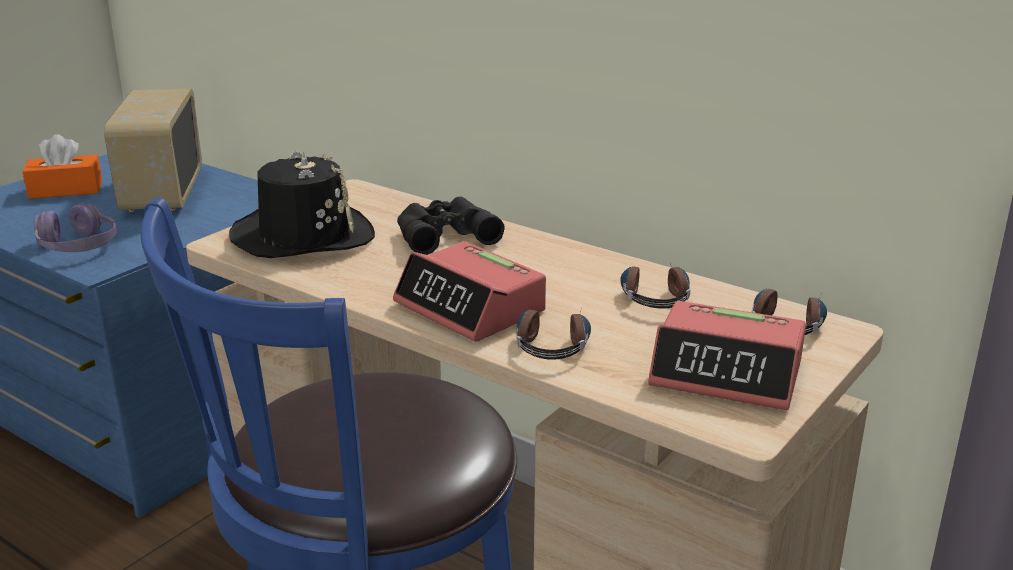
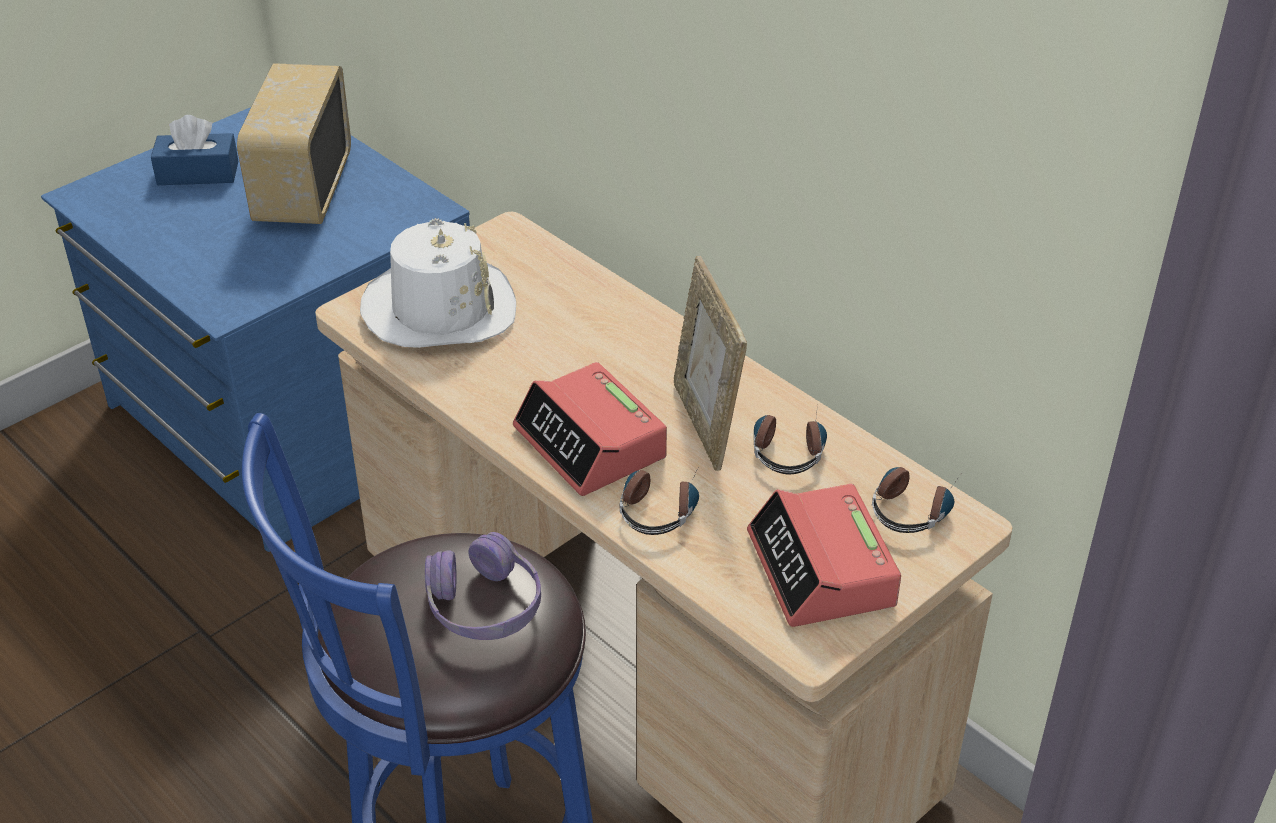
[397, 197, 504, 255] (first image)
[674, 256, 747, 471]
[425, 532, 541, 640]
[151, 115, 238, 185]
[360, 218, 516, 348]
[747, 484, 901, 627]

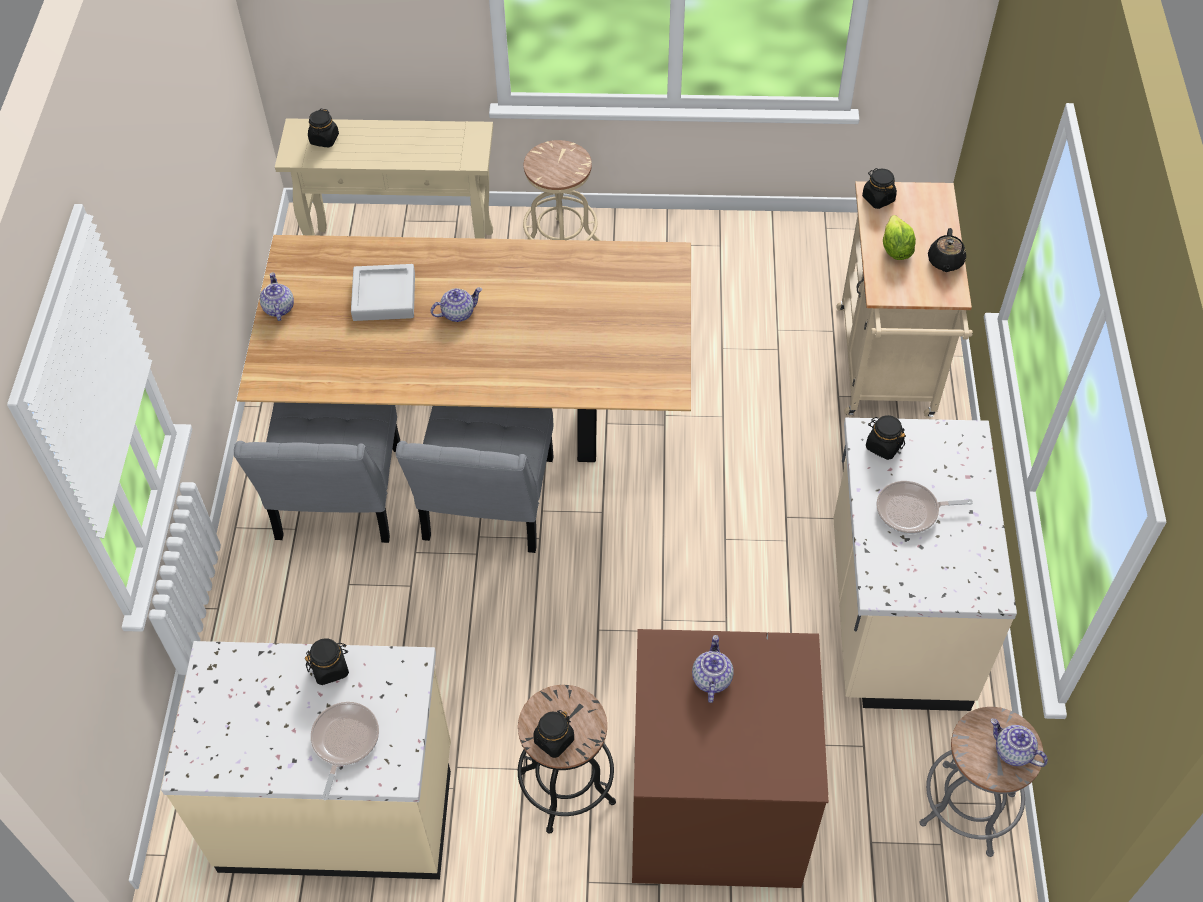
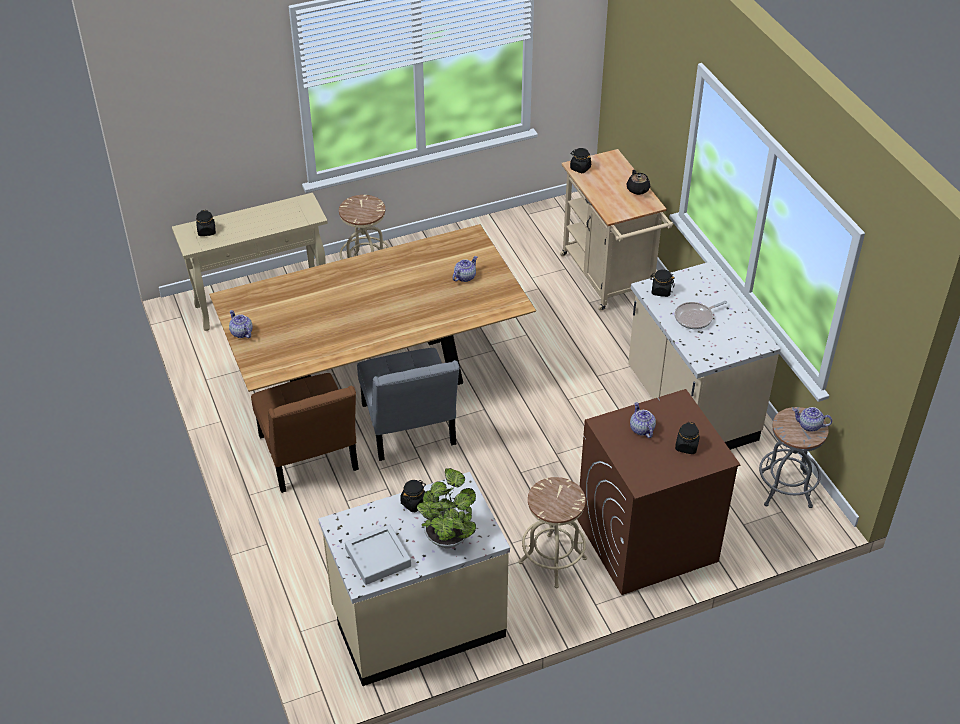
[883, 215, 916, 260] (first image)
[345, 524, 411, 585]
[452, 256, 478, 282]
[675, 422, 700, 454]
[417, 468, 476, 548]
[251, 373, 359, 493]
[519, 477, 587, 588]

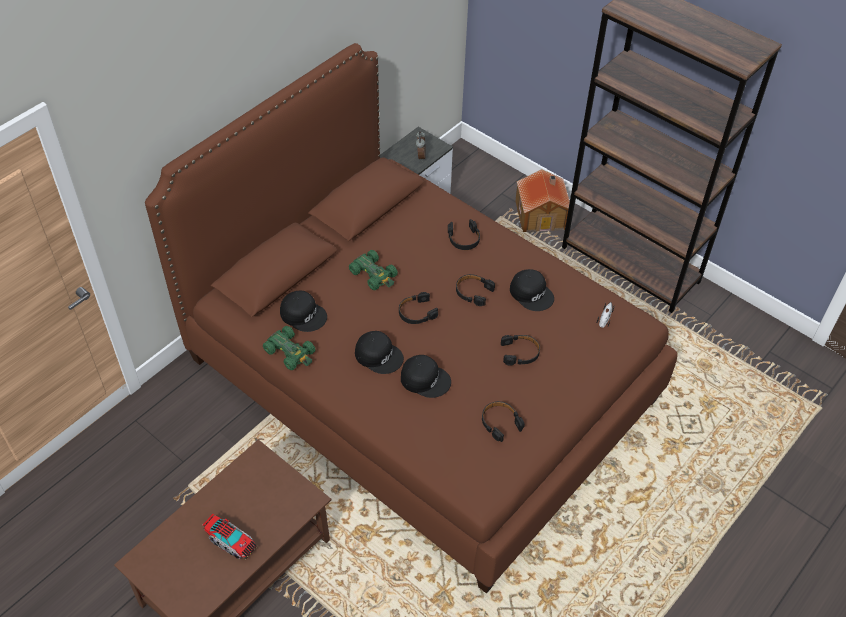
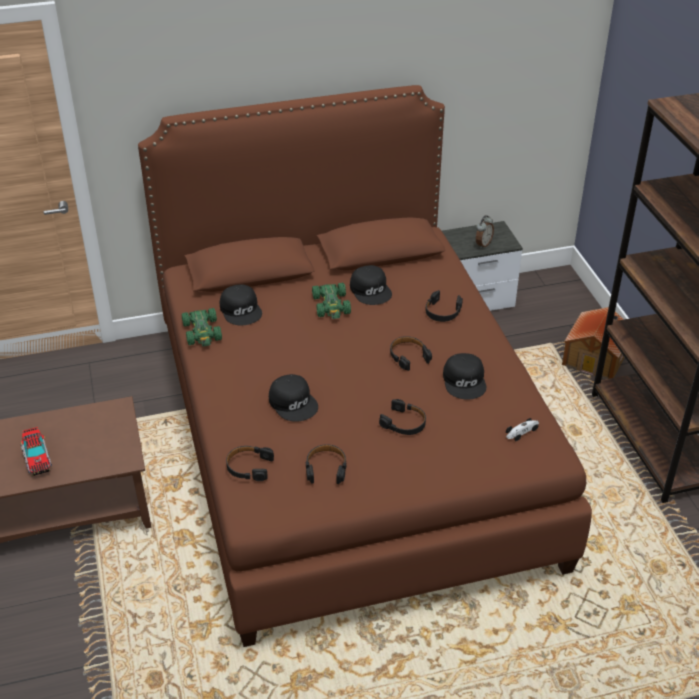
[350, 265, 392, 305]
[226, 446, 274, 481]

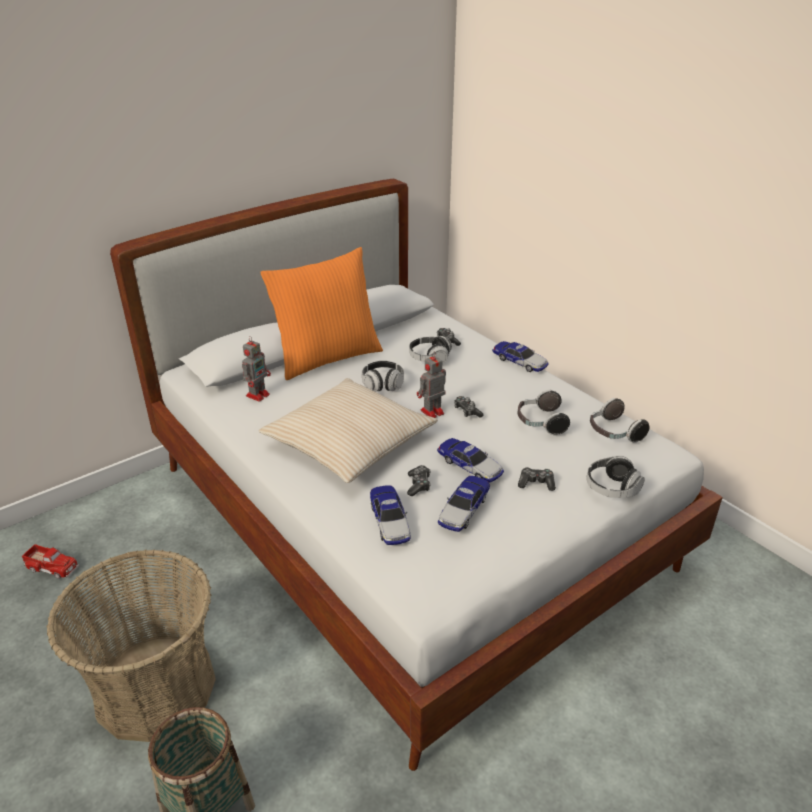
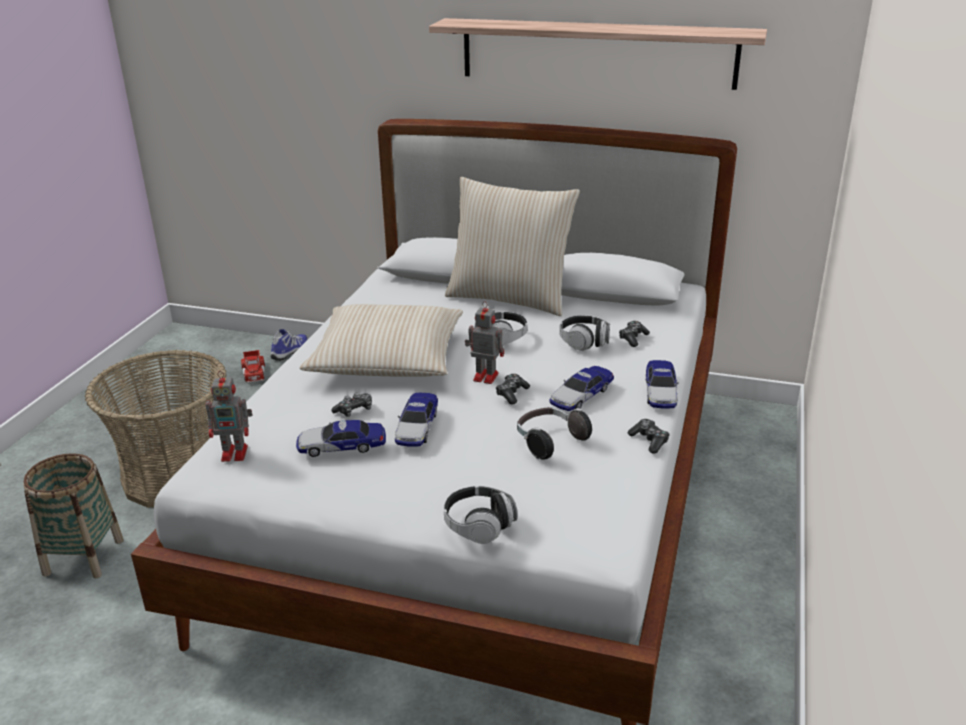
[590, 398, 649, 443] (first image)
[271, 329, 308, 361]
[429, 18, 767, 90]
[206, 371, 252, 462]
[549, 366, 614, 411]
[628, 419, 670, 454]
[445, 177, 580, 316]

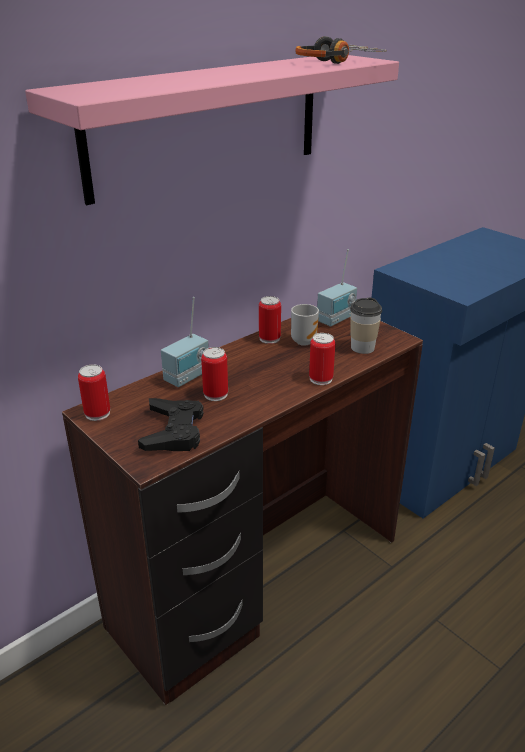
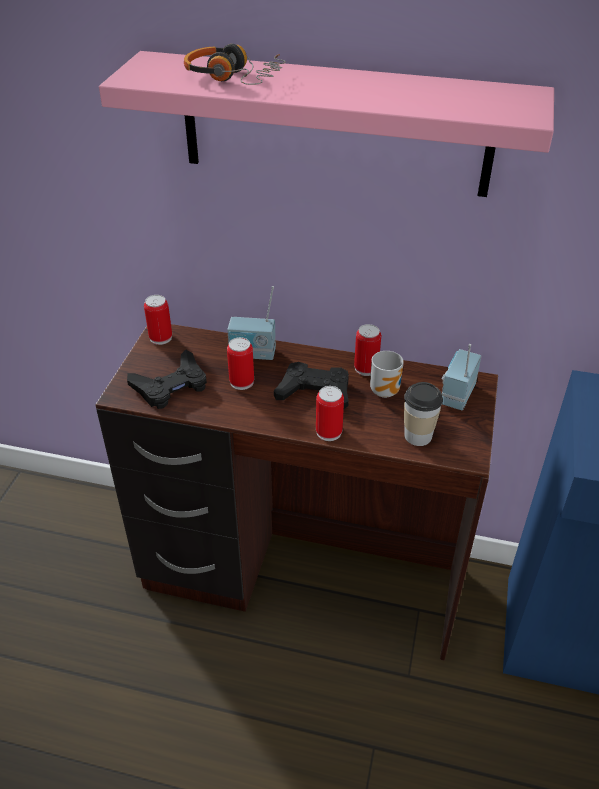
[274, 362, 349, 409]
[184, 43, 286, 85]
[442, 344, 481, 410]

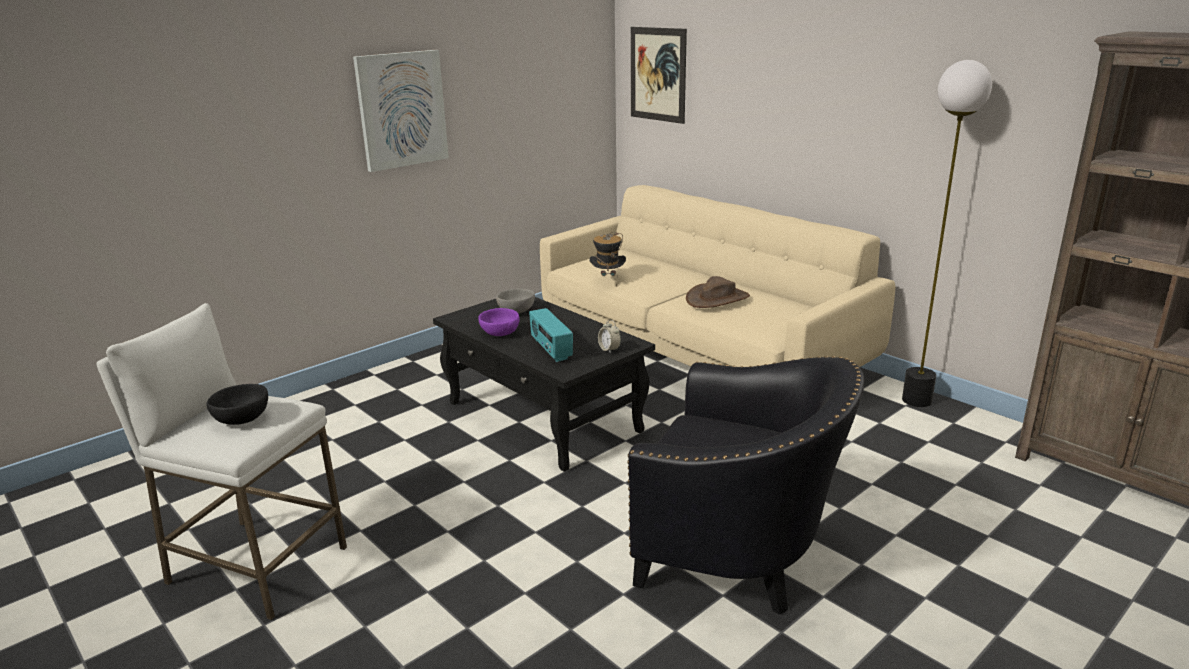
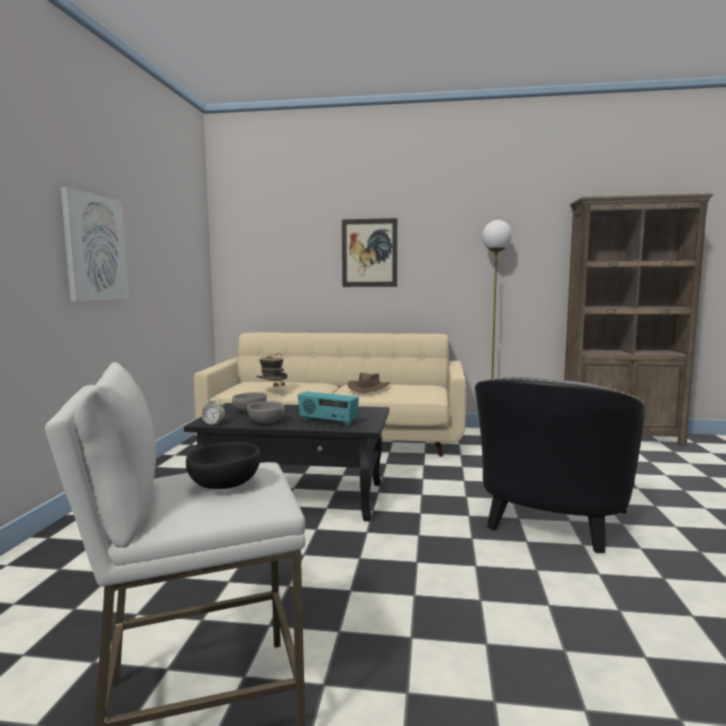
[202, 397, 225, 425]
[342, 218, 397, 287]
[247, 401, 285, 424]
[475, 377, 646, 553]

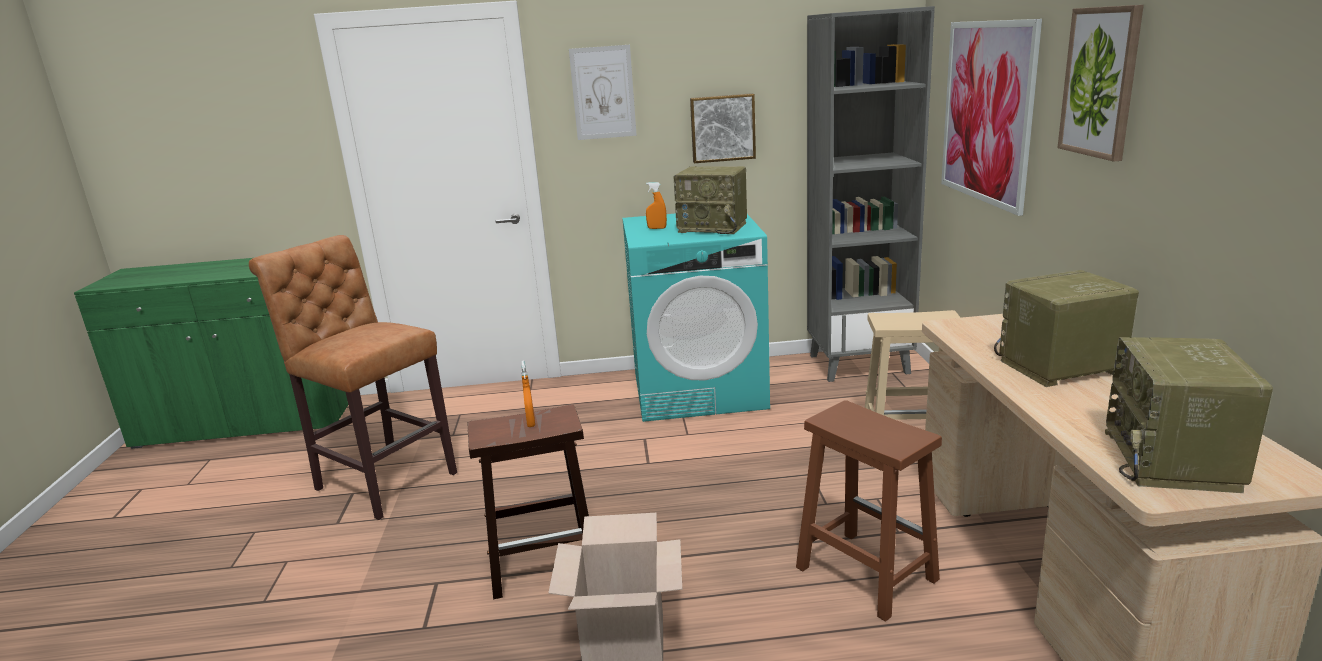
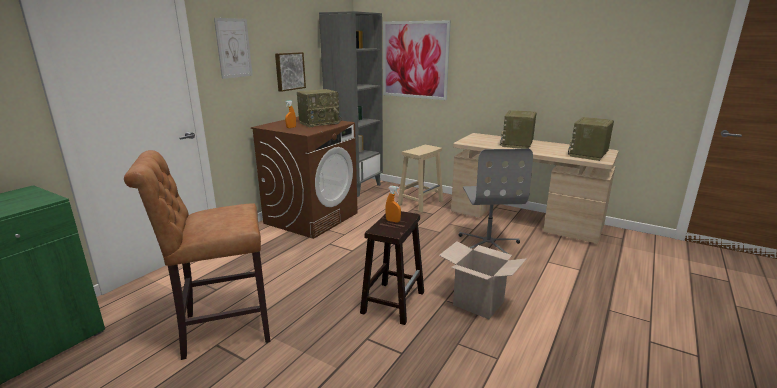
[1057, 5, 1144, 162] (first image)
[459, 149, 533, 254]
[251, 116, 358, 239]
[568, 117, 614, 161]

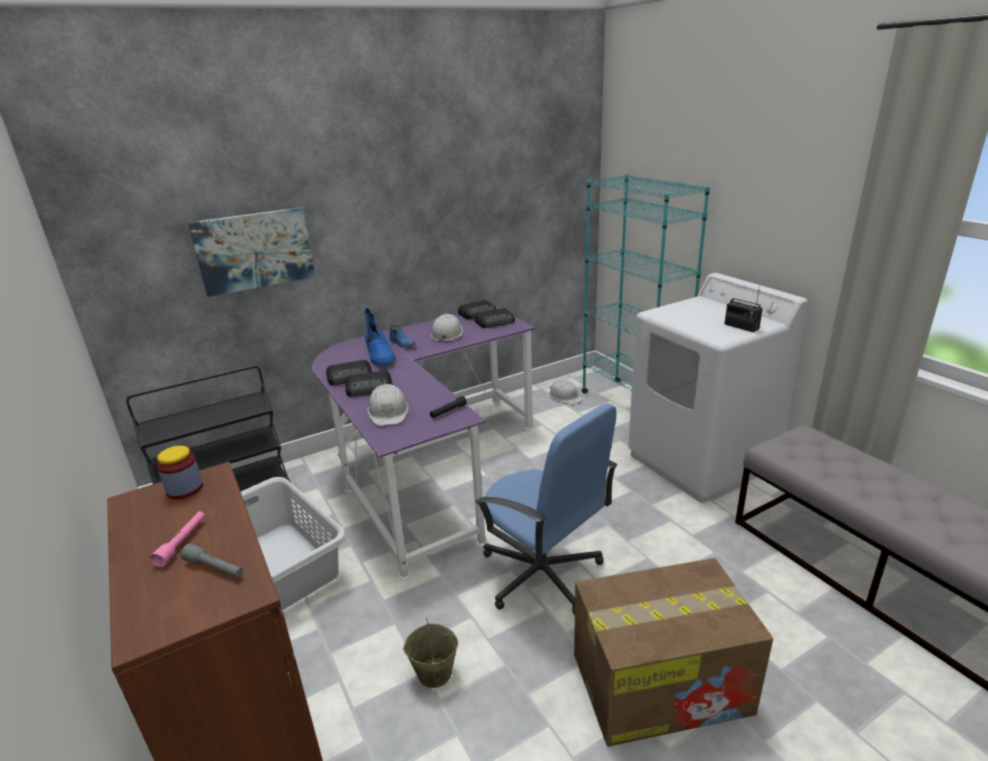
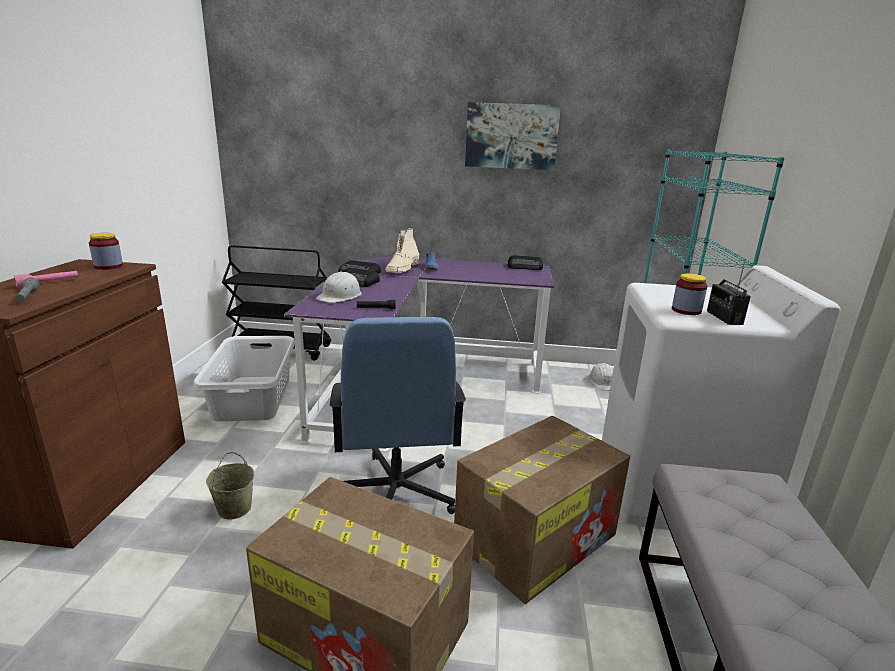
[431, 314, 463, 343] (first image)
[475, 308, 515, 328] (first image)
[454, 416, 630, 604]
[672, 273, 707, 315]
[465, 102, 561, 170]
[385, 228, 420, 273]

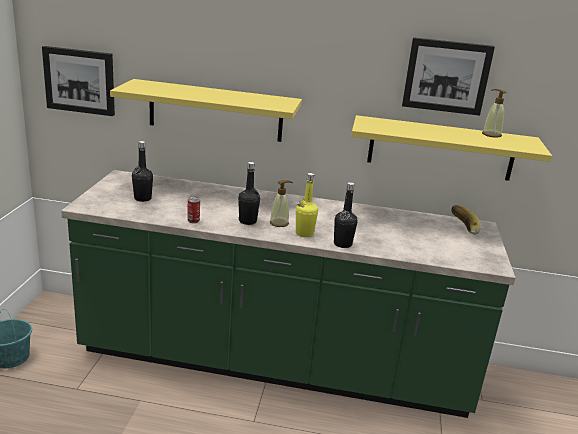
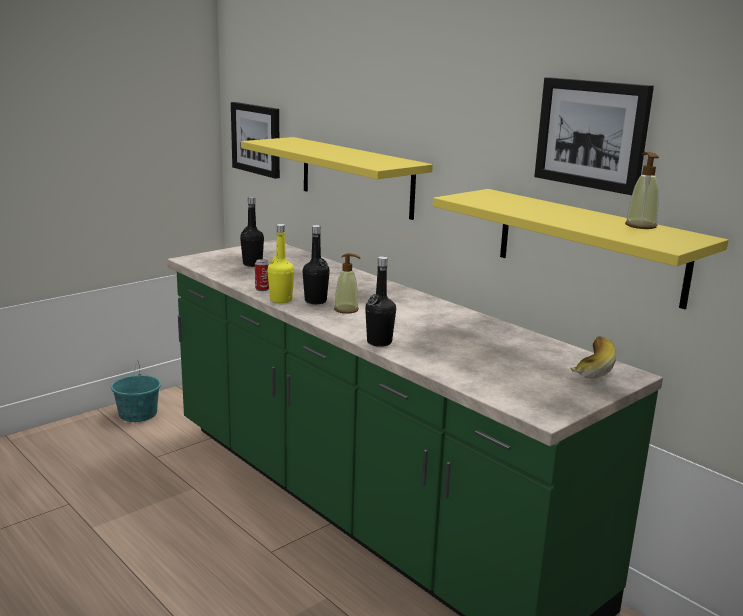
[267, 224, 295, 303]

